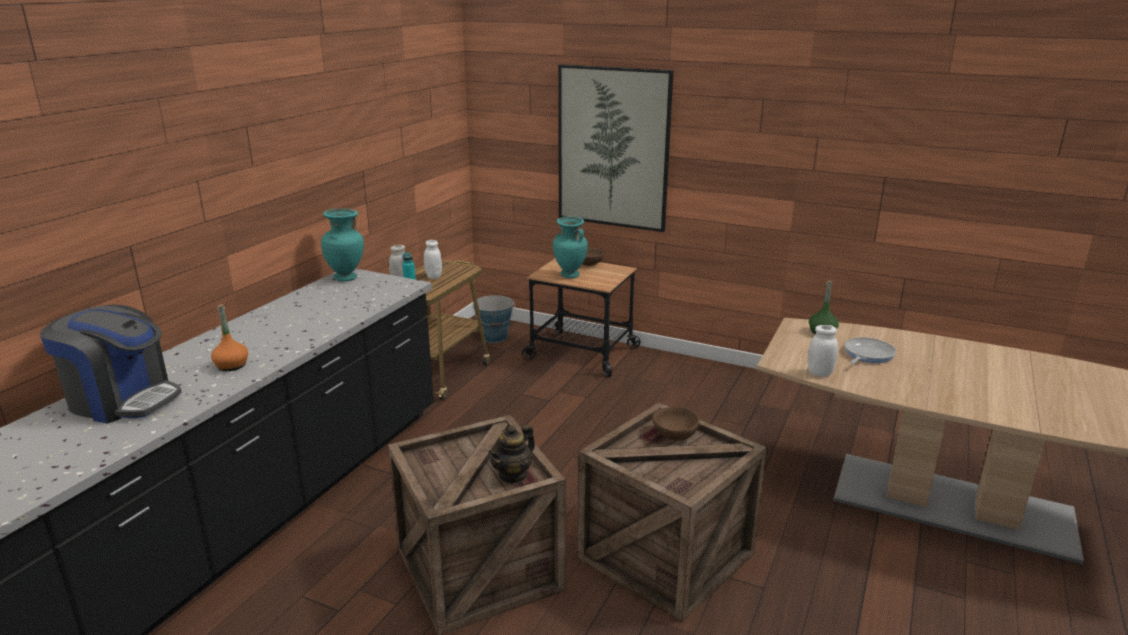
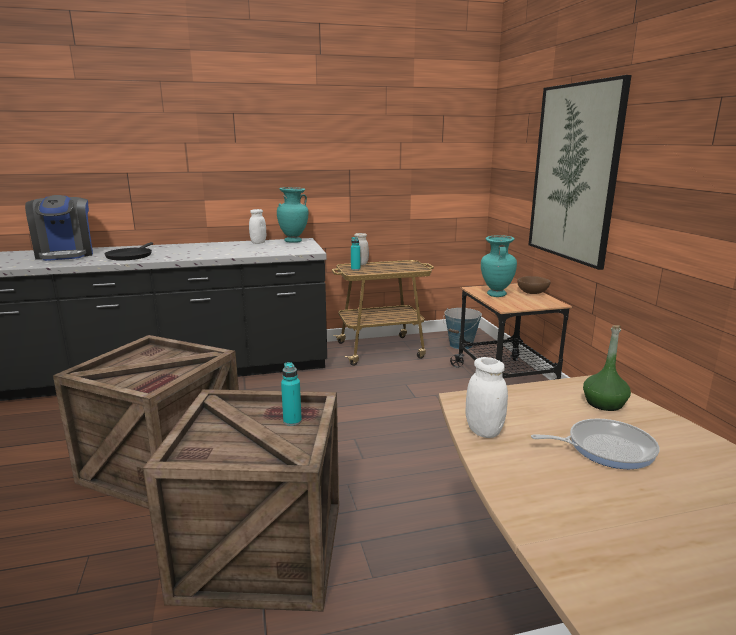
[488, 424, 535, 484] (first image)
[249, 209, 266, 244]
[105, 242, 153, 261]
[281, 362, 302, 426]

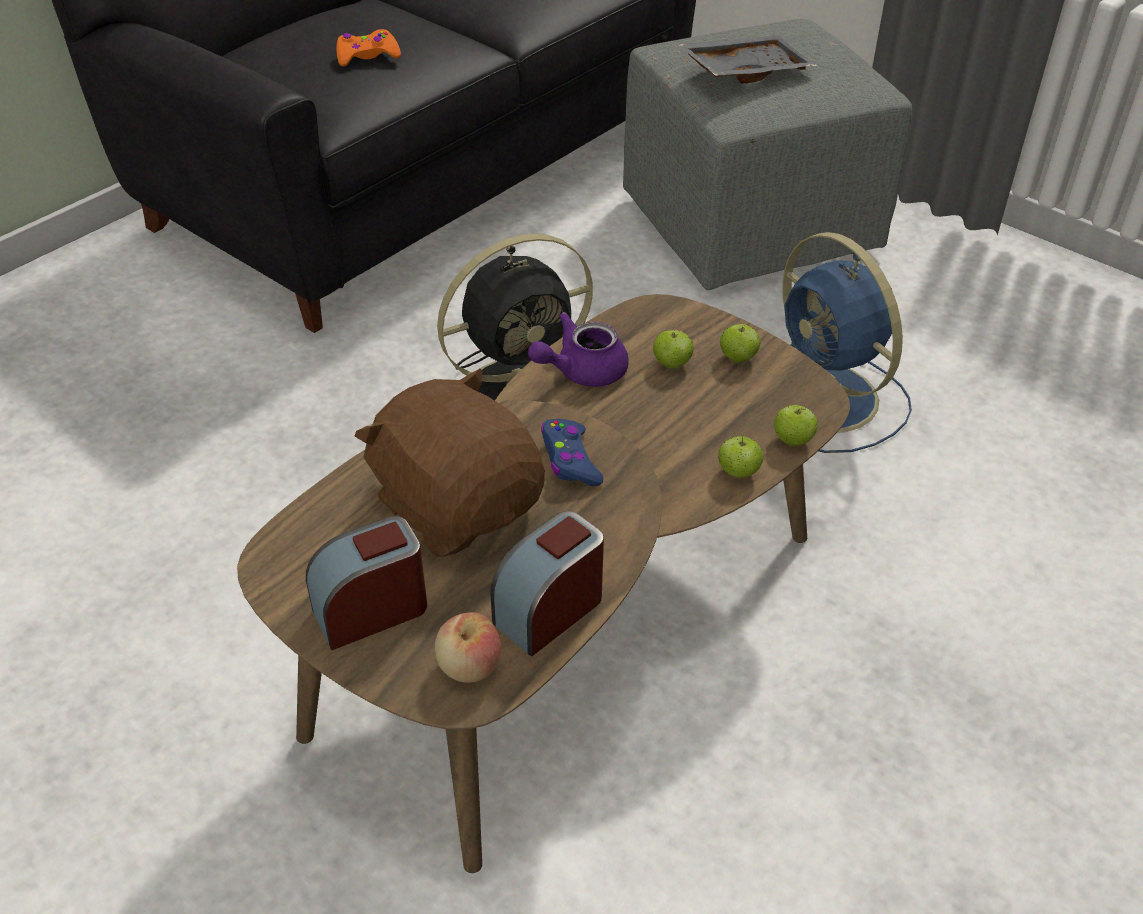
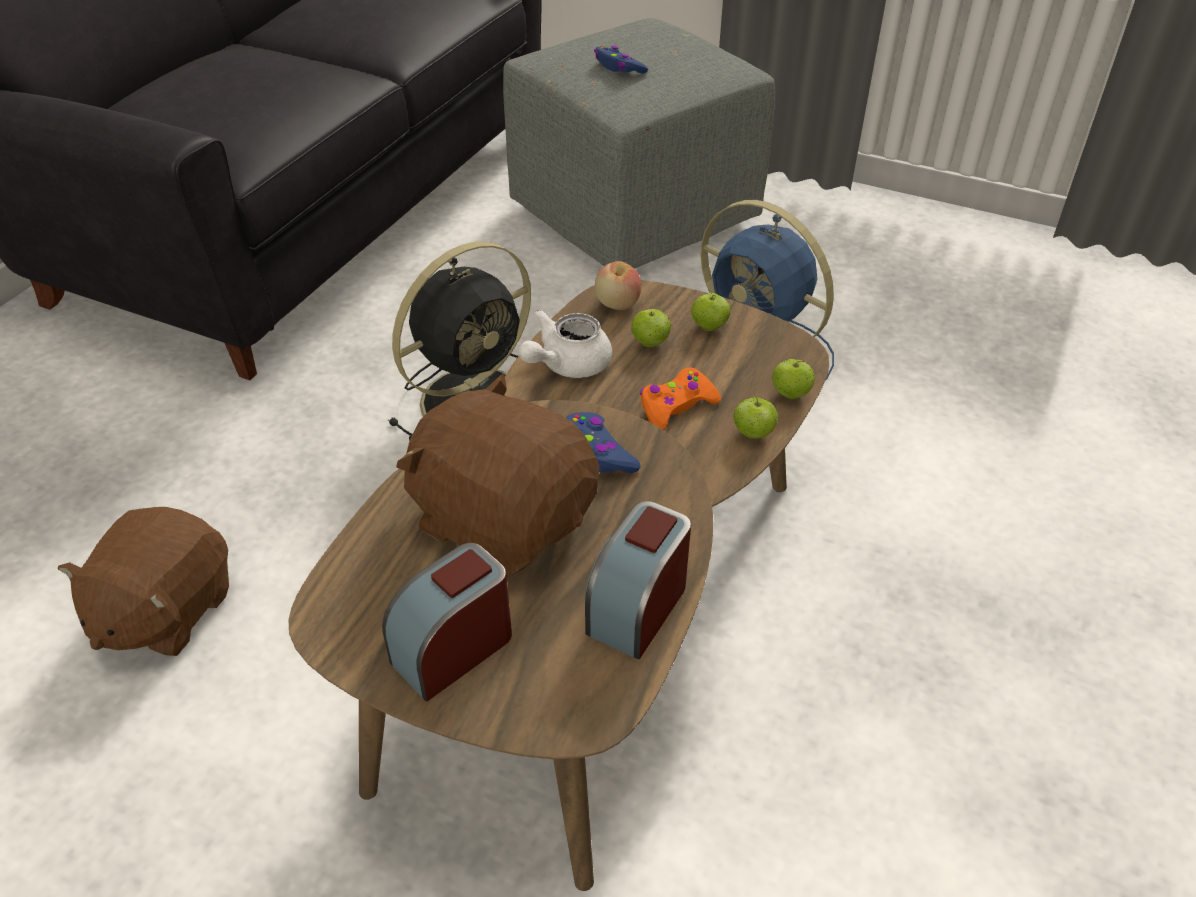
[58, 507, 229, 656]
[640, 368, 721, 430]
[595, 261, 641, 310]
[594, 46, 648, 74]
[519, 309, 612, 378]

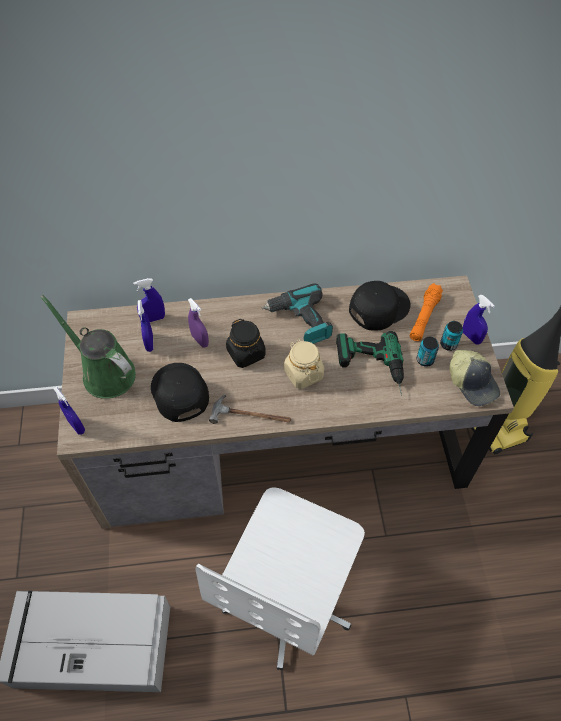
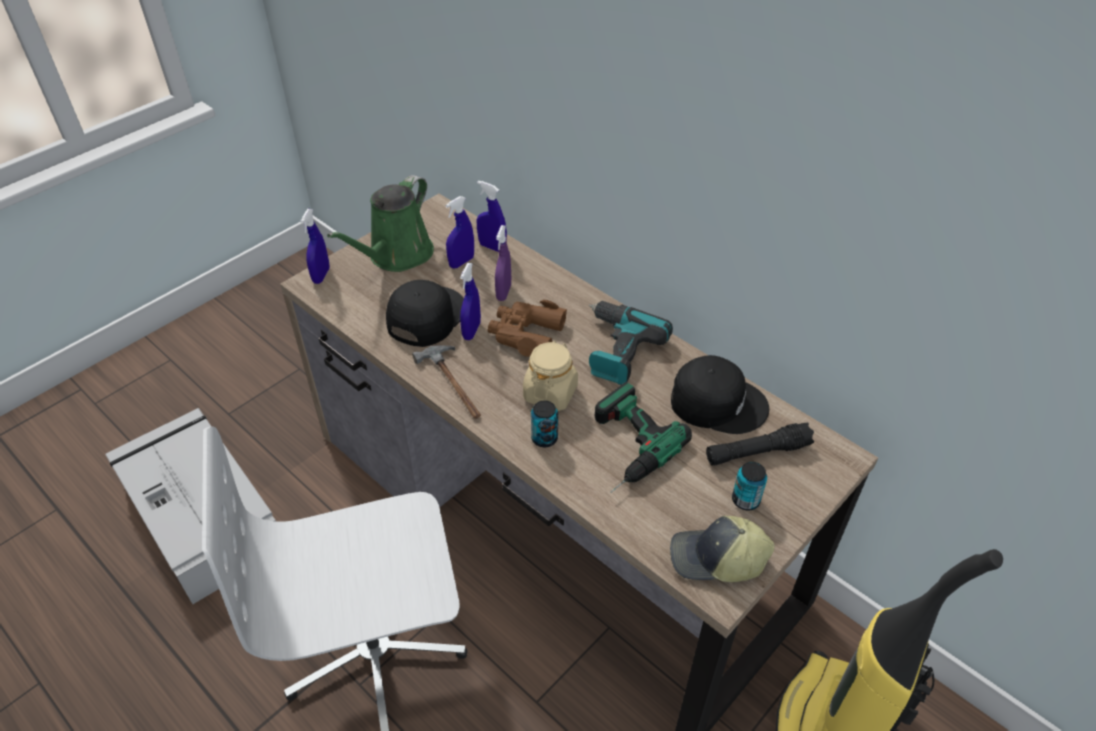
[531, 400, 558, 447]
[460, 263, 481, 340]
[488, 300, 567, 357]
[706, 423, 814, 466]
[327, 175, 434, 272]
[670, 516, 775, 582]

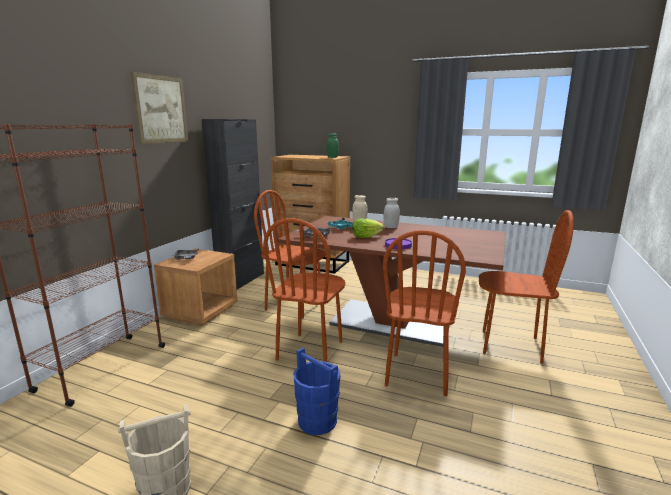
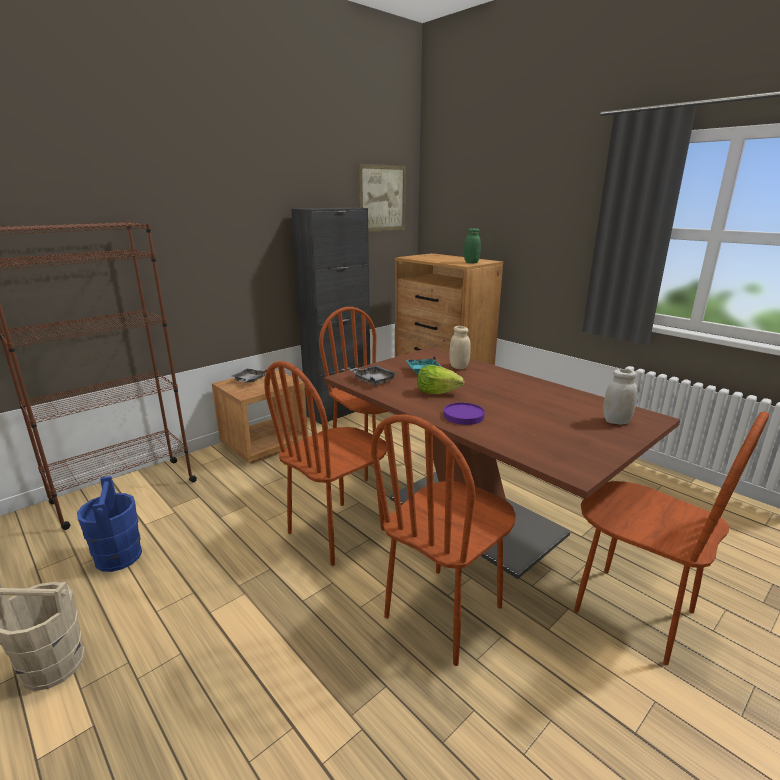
[358, 164, 406, 232]
[77, 476, 142, 572]
[603, 369, 638, 425]

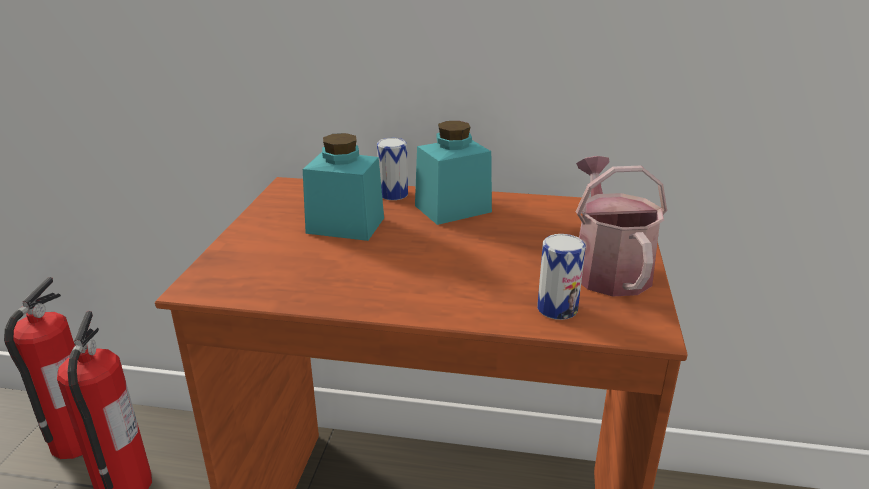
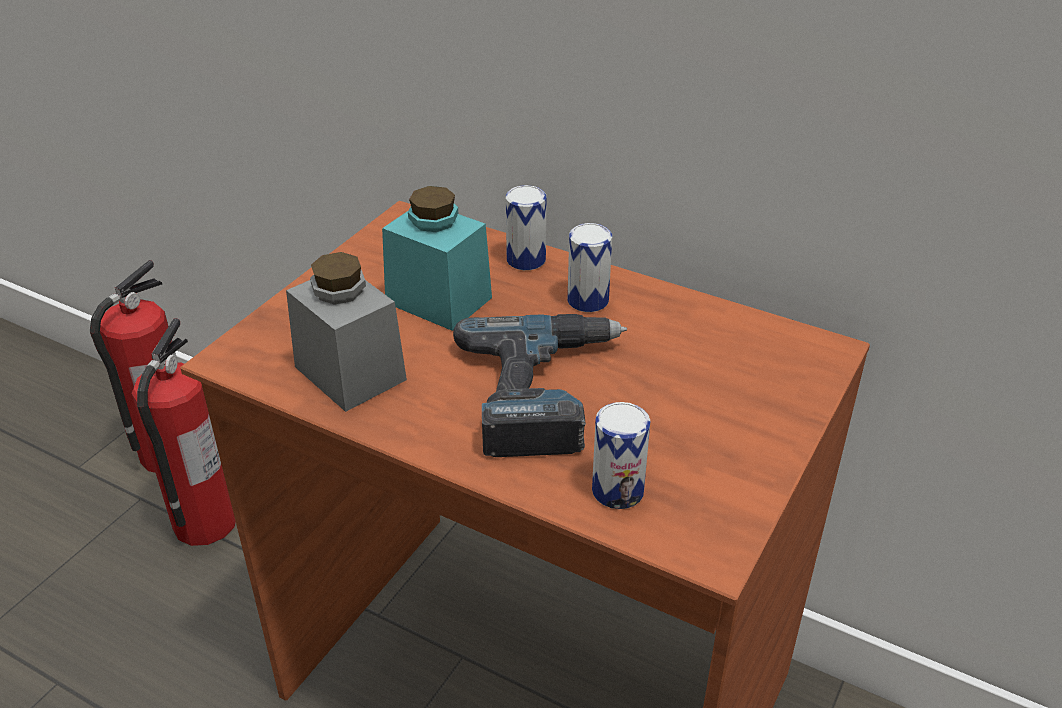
[576, 156, 667, 297] (first image)
[286, 252, 407, 412]
[453, 314, 627, 457]
[568, 223, 612, 312]

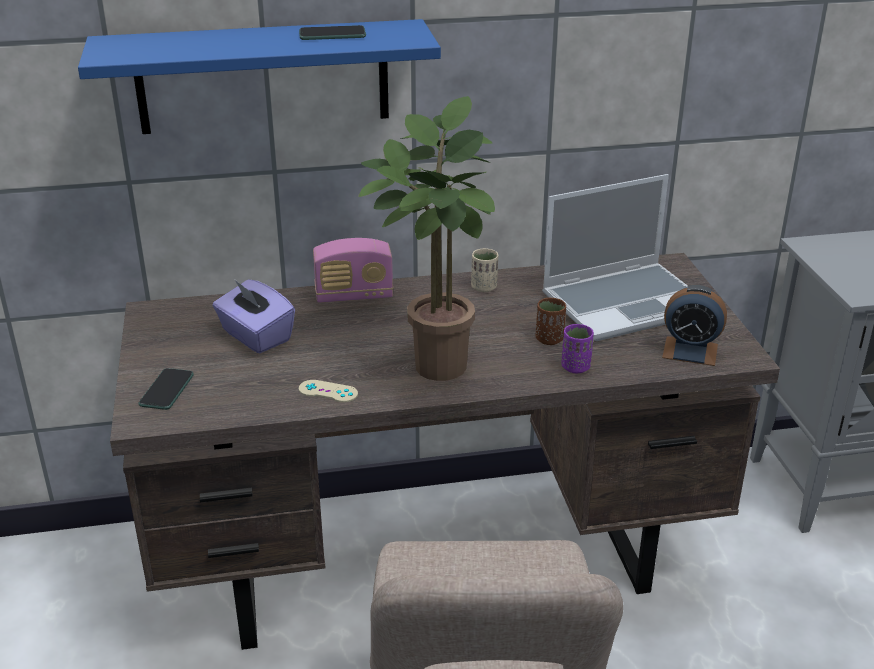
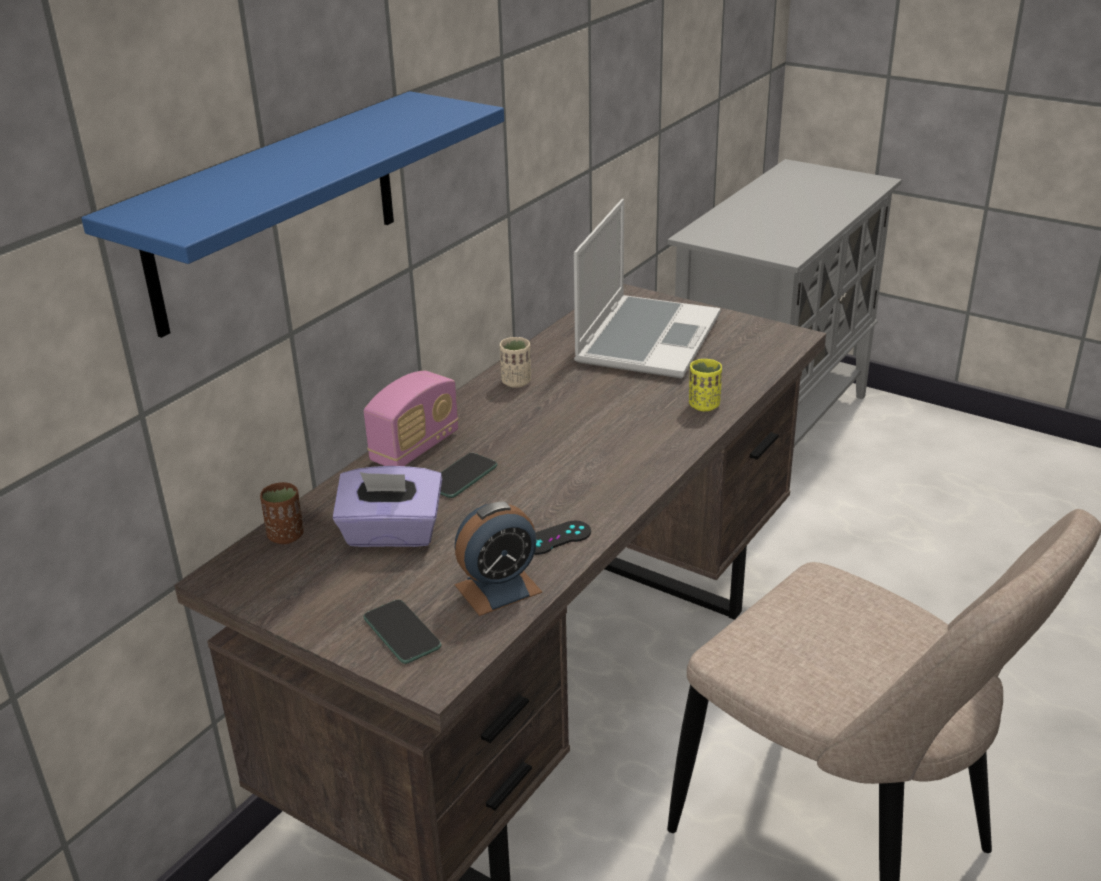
[358, 96, 495, 381] (first image)
[440, 453, 498, 498]
[260, 482, 304, 544]
[455, 502, 542, 616]
[534, 521, 591, 555]
[689, 359, 722, 411]

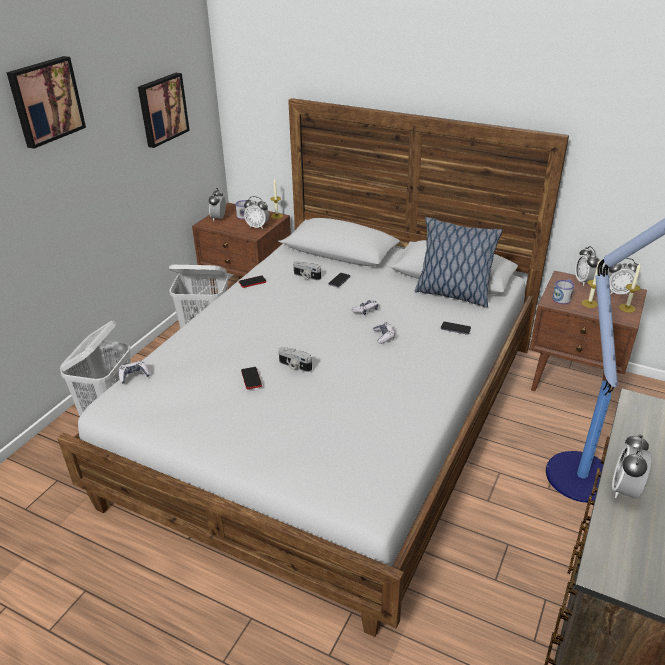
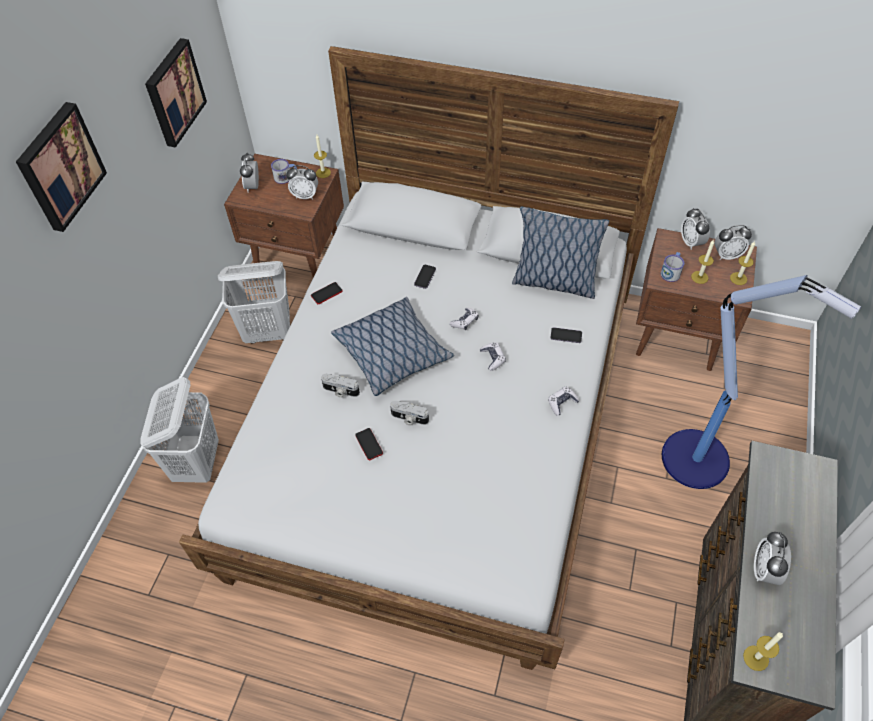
[331, 297, 454, 396]
[743, 632, 783, 671]
[548, 387, 580, 416]
[321, 374, 360, 398]

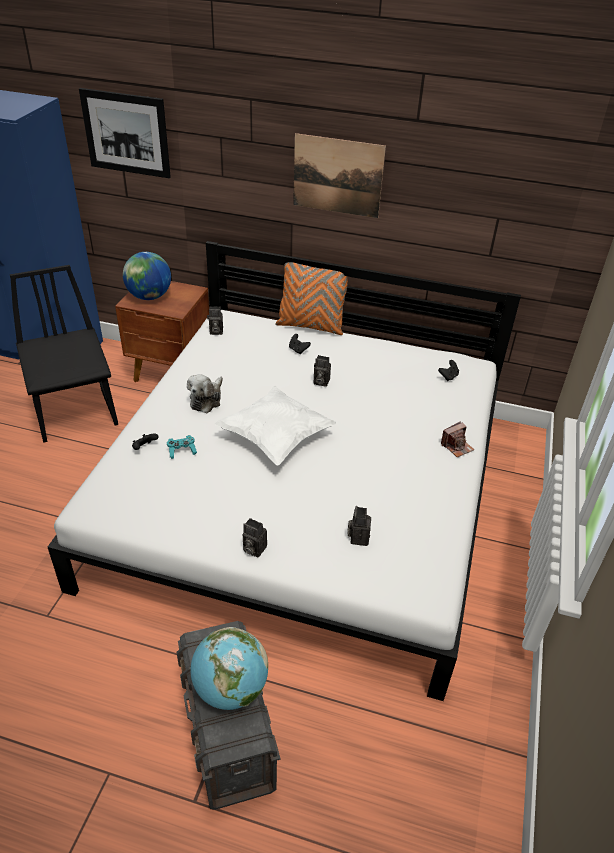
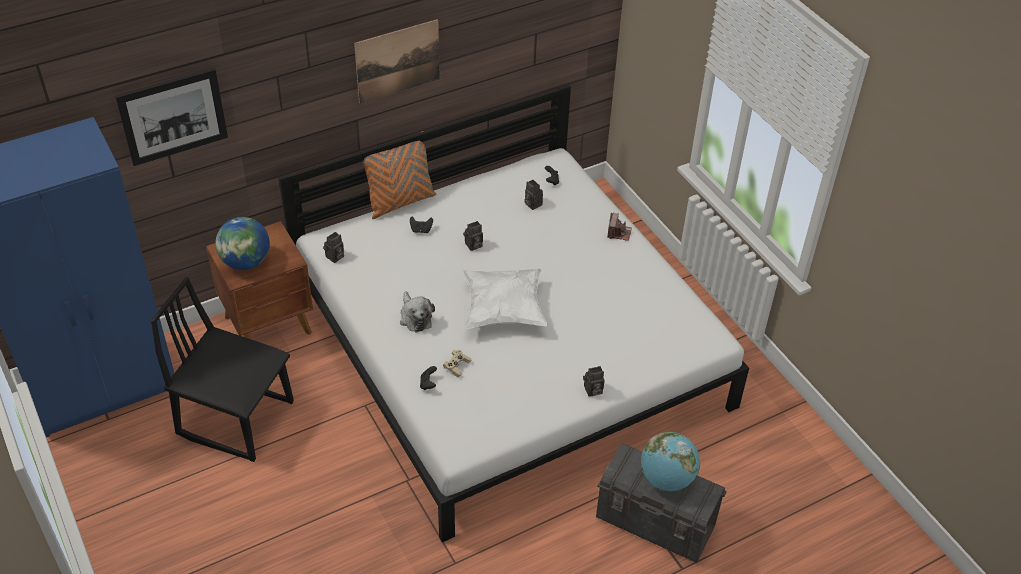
[524, 180, 543, 210]
[443, 350, 472, 377]

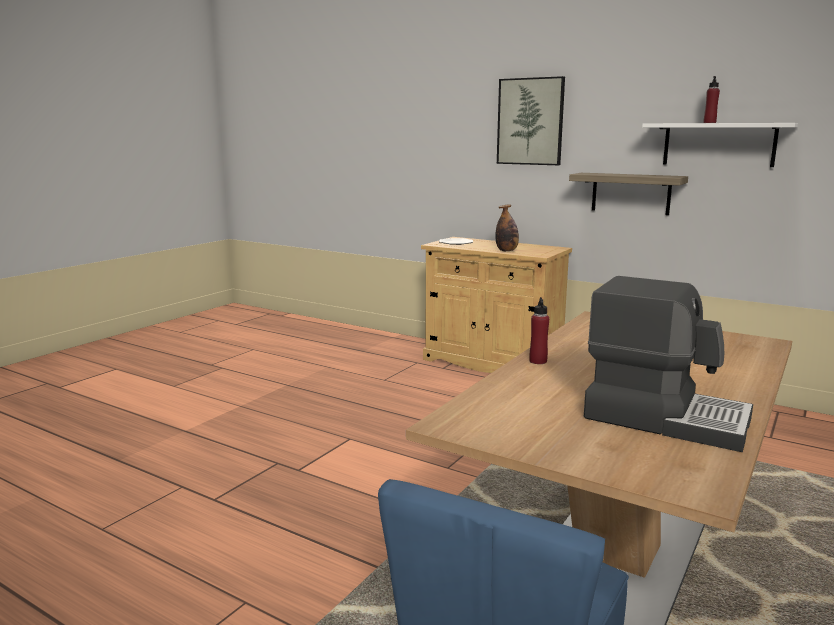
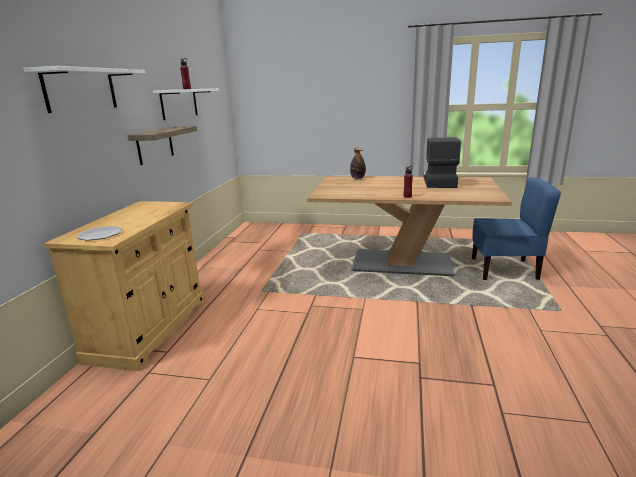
[350, 148, 366, 179]
[23, 66, 146, 113]

